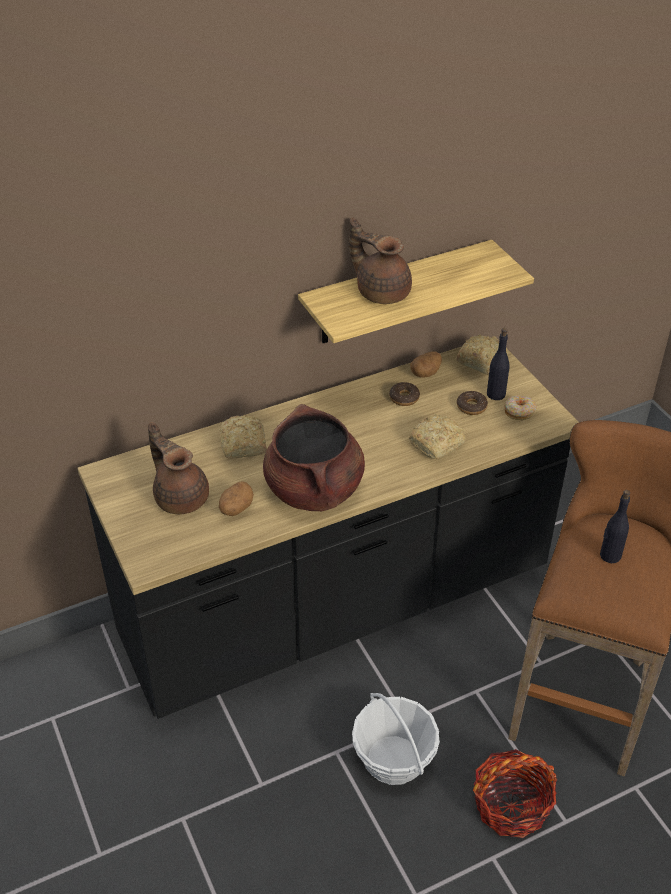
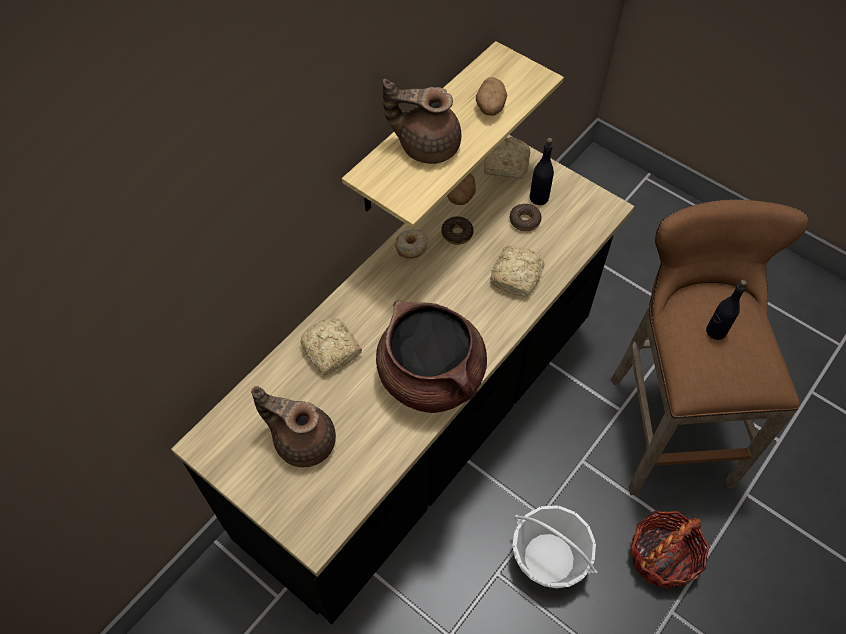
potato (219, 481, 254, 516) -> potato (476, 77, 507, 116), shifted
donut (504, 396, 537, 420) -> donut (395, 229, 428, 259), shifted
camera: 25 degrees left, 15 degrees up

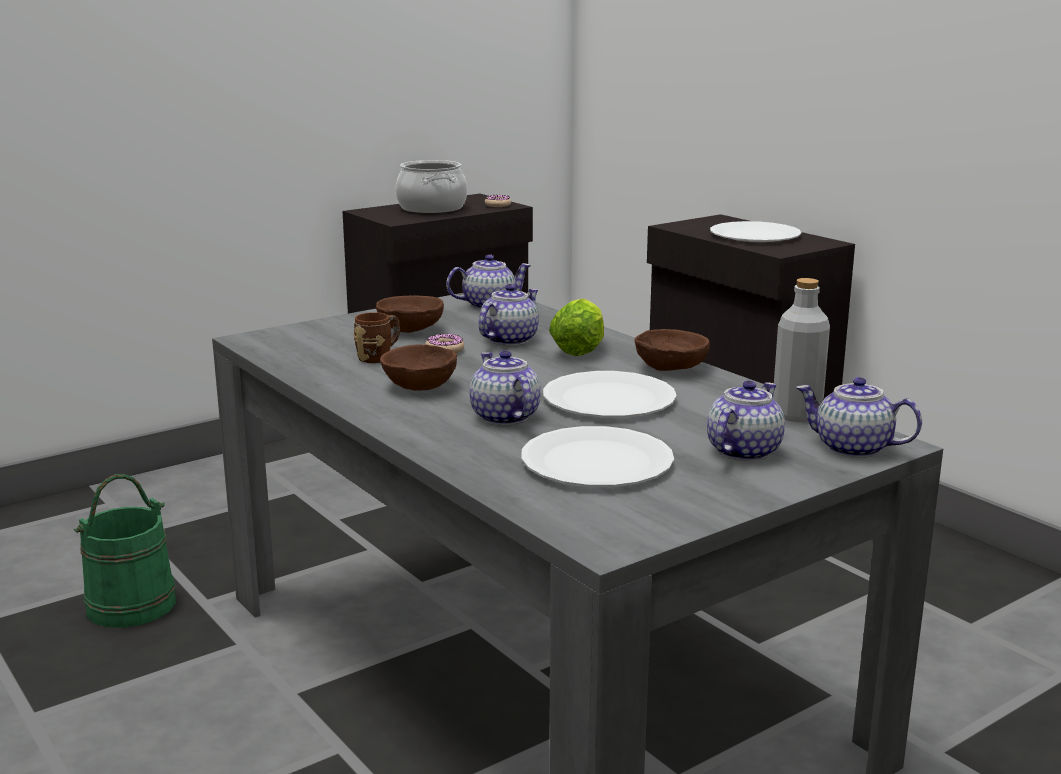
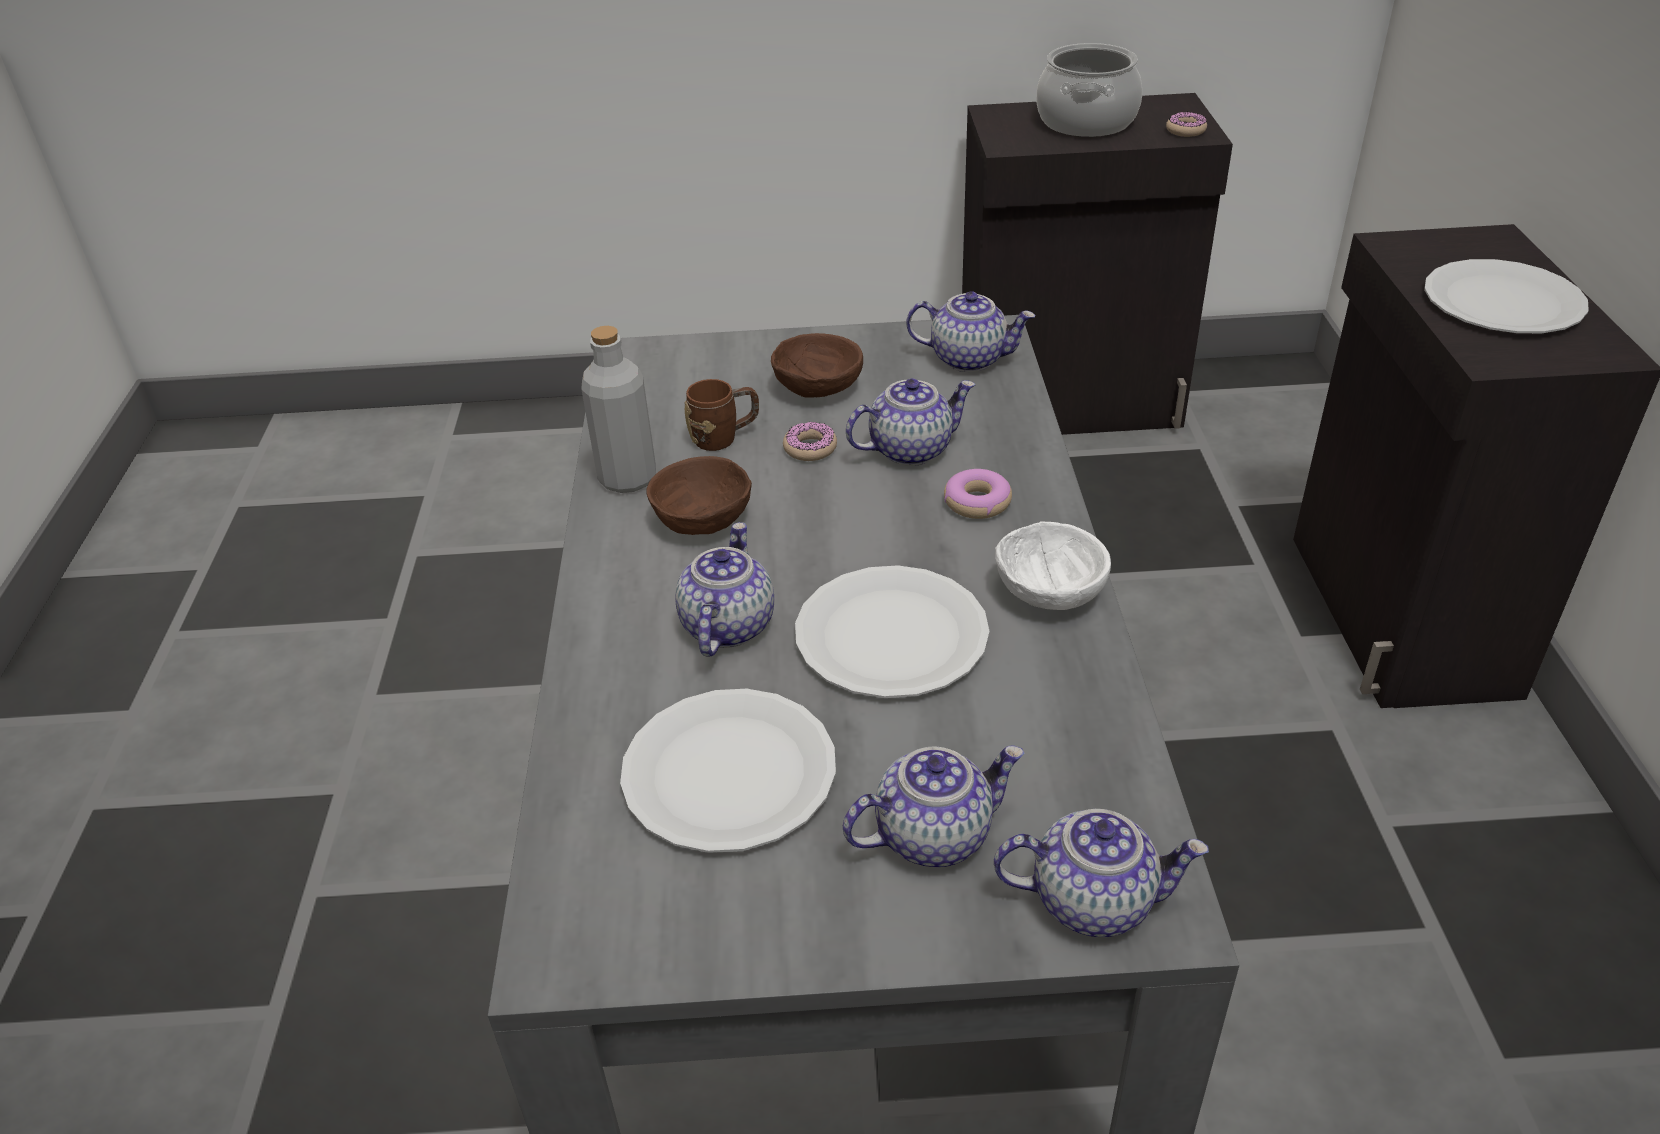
green_bucket (74, 474, 176, 628) -> none
lettuce (549, 299, 604, 356) -> donut (944, 469, 1012, 519)
brown_bowl (635, 329, 710, 371) -> white_bowl (995, 522, 1111, 610)
grey_bottle (773, 278, 830, 422) -> grey_bottle (581, 326, 656, 493), shifted
teapot (796, 377, 922, 458) -> teapot (994, 809, 1209, 937), 120 degrees clockwise
camera: 35 degrees right, 20 degrees up

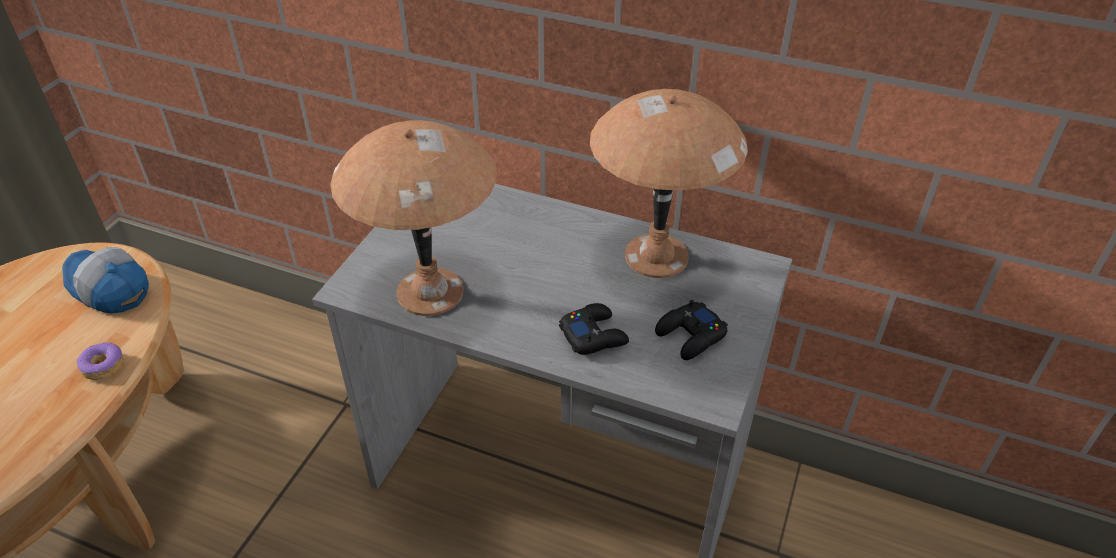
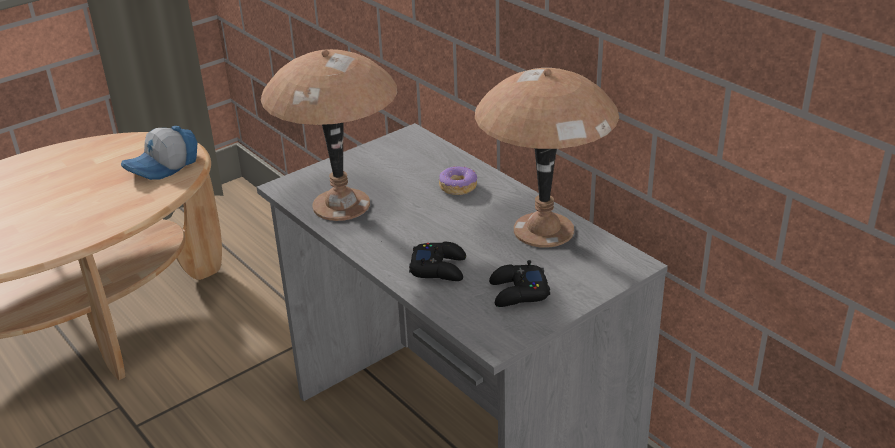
cap (62, 247, 149, 314) -> cap (121, 126, 198, 180), 105 degrees counterclockwise
donut (77, 342, 124, 380) -> donut (439, 166, 477, 195), shifted
camera: 30 degrees right, 10 degrees down

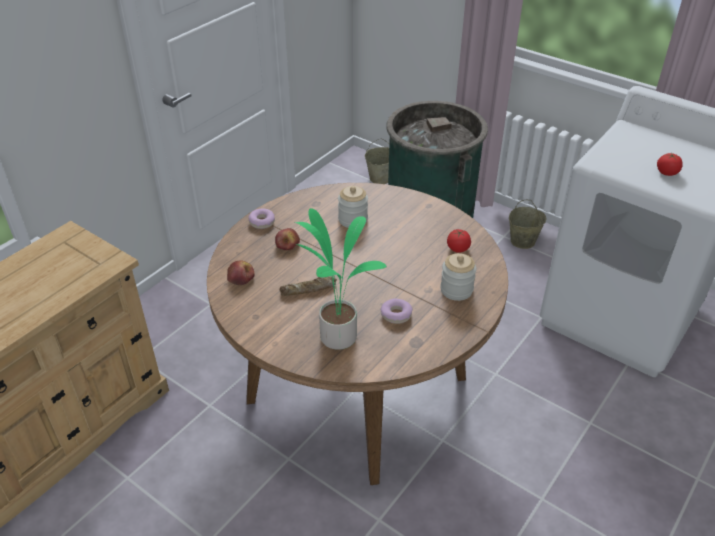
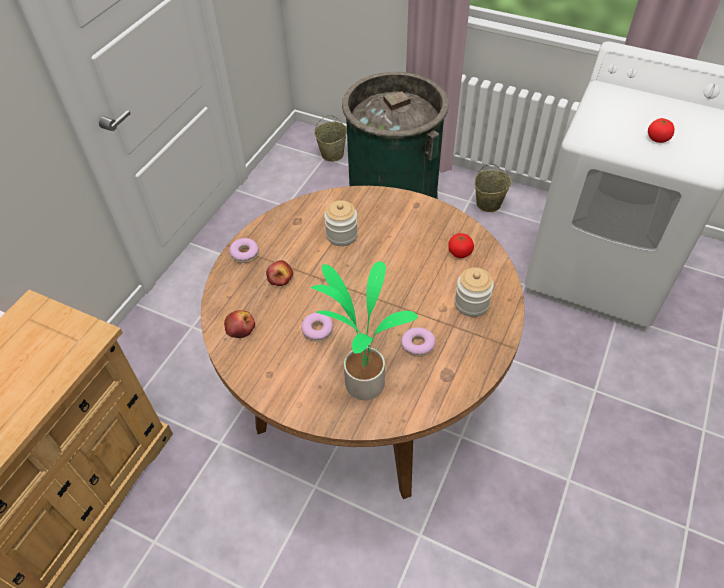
bread (279, 276, 337, 296) -> donut (301, 313, 333, 342)
camera: 10 degrees left, 10 degrees up

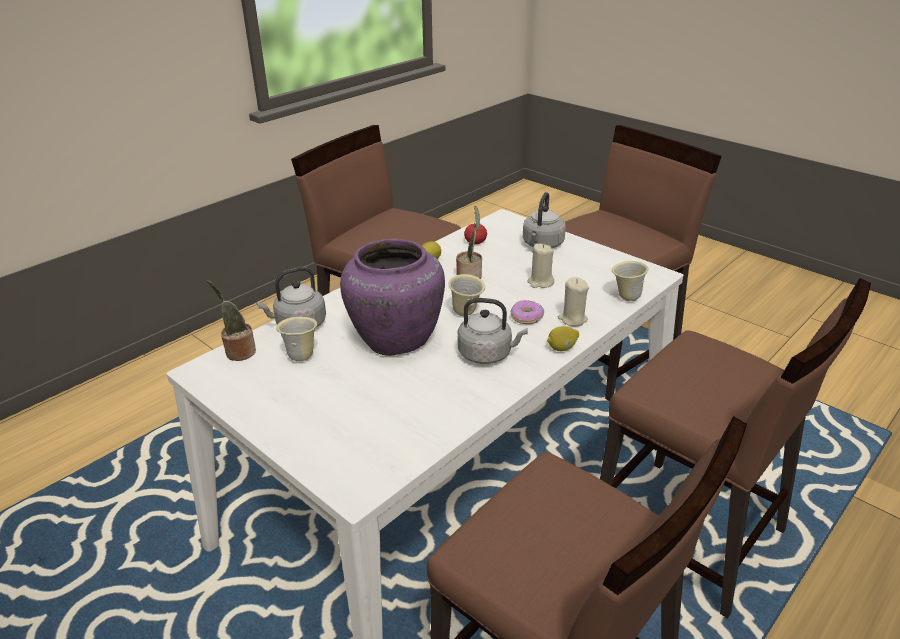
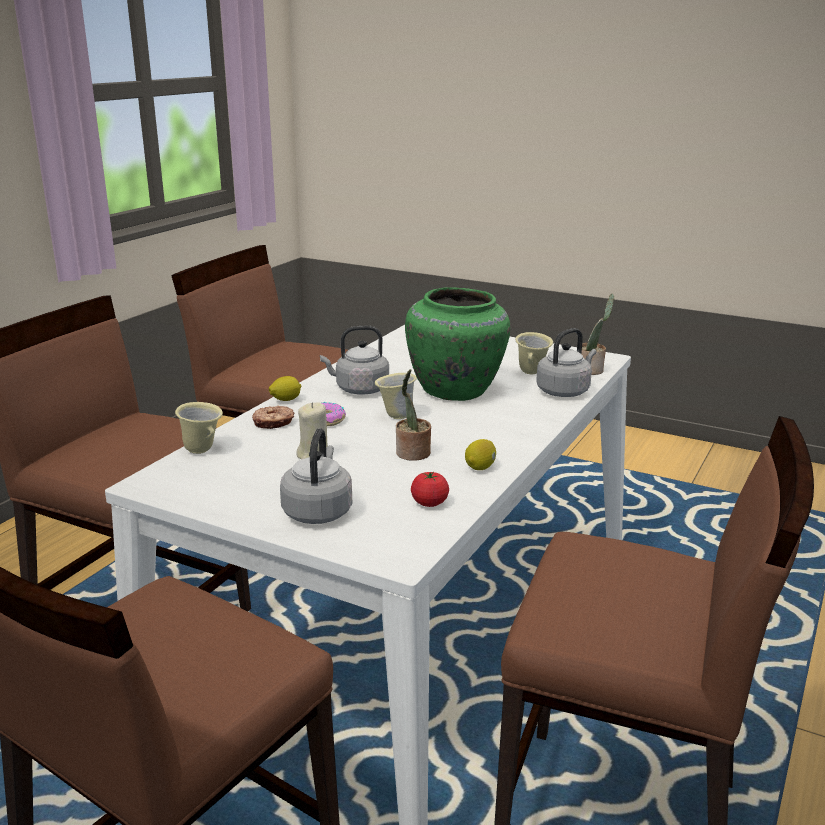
purple_vase (340, 238, 445, 356) -> green_vase (405, 288, 510, 401)
beige_candle (558, 277, 589, 327) -> donut (252, 405, 294, 429)
camera: 165 degrees right, 10 degrees down

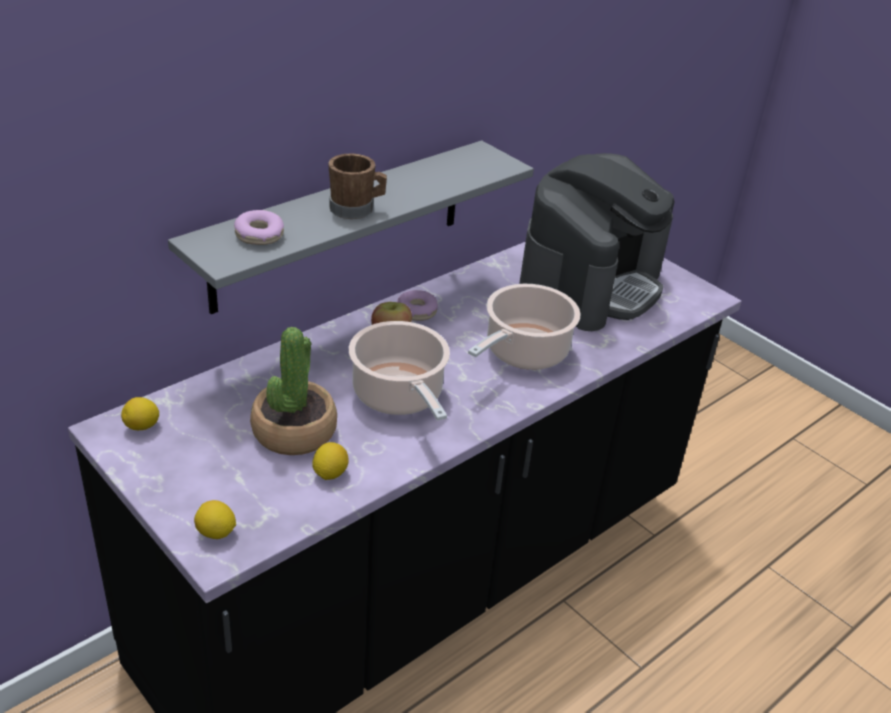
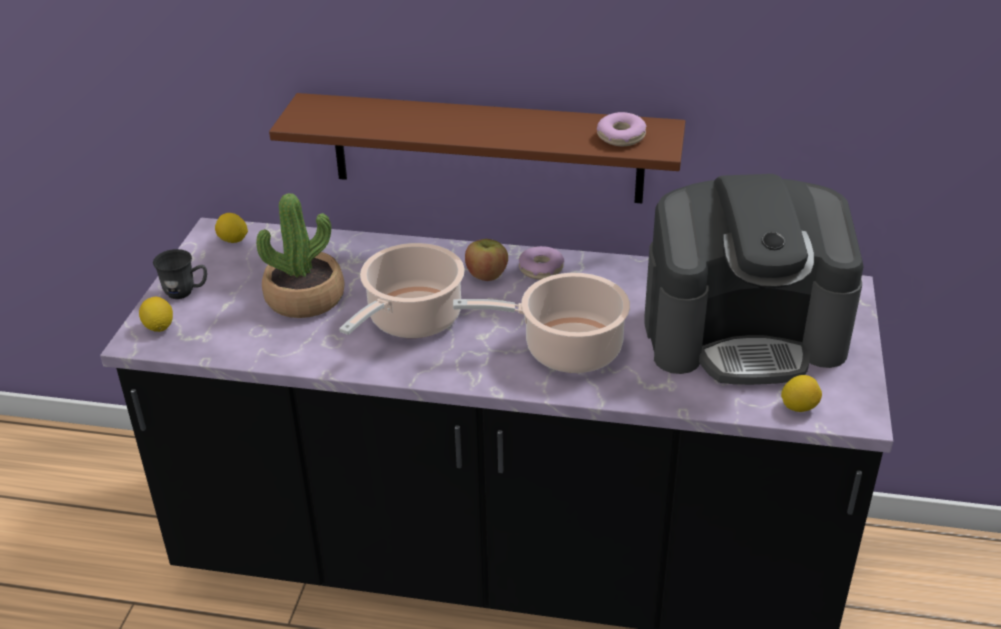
grey_shelf (168, 141, 534, 314) -> brown_shelf (269, 93, 685, 203)
donut (234, 210, 284, 245) -> donut (597, 112, 646, 146), shifted
lemon (312, 442, 349, 480) -> lemon (781, 375, 822, 412), shifted
brown_mug (328, 153, 387, 219) -> none
none -> grey_mug (153, 249, 207, 299)
camera: 55 degrees right, 0 degrees up

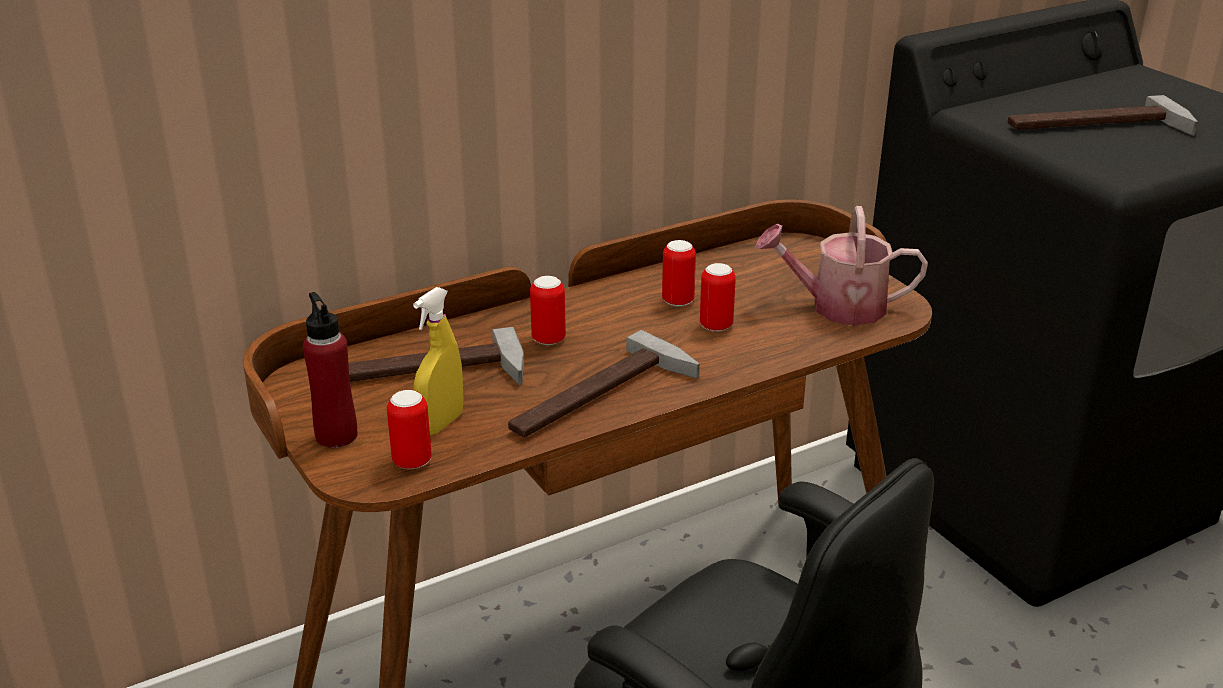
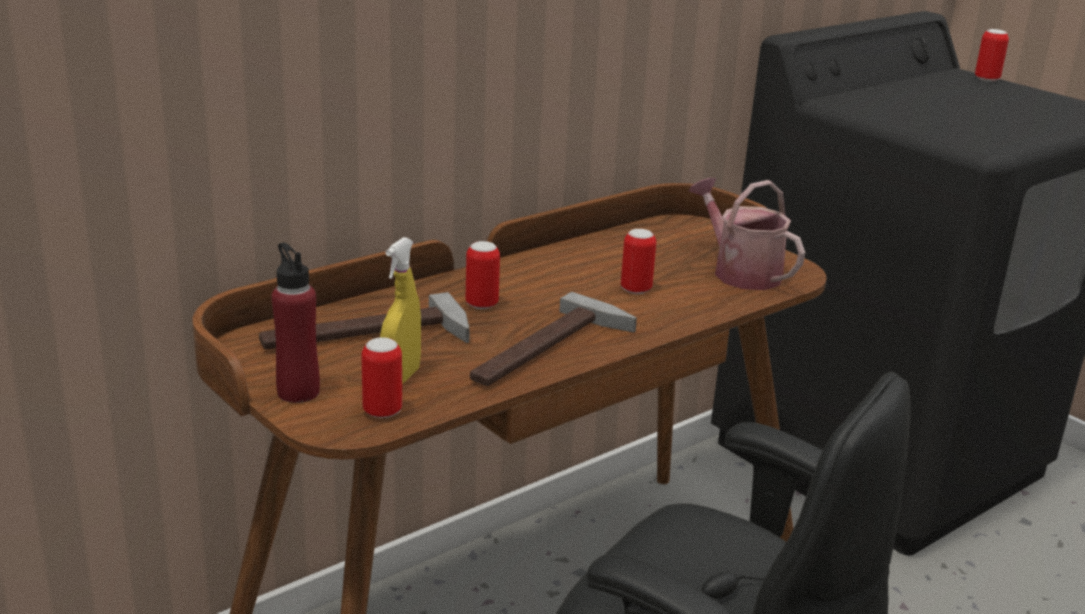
can (662, 240, 696, 307) -> can (975, 29, 1009, 82), shifted
watering_can (755, 206, 928, 325) -> watering_can (689, 178, 806, 290), 60 degrees clockwise
hammer (1008, 95, 1198, 136) -> none
camera: 10 degrees left, 5 degrees down

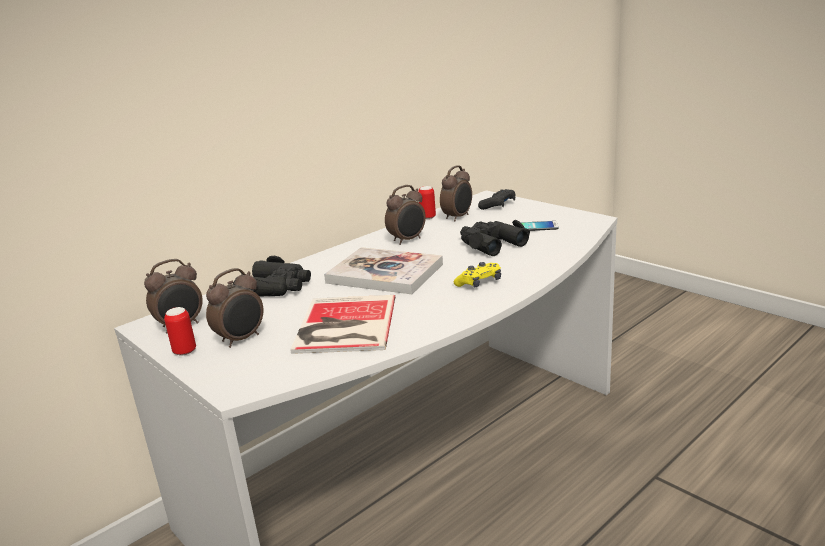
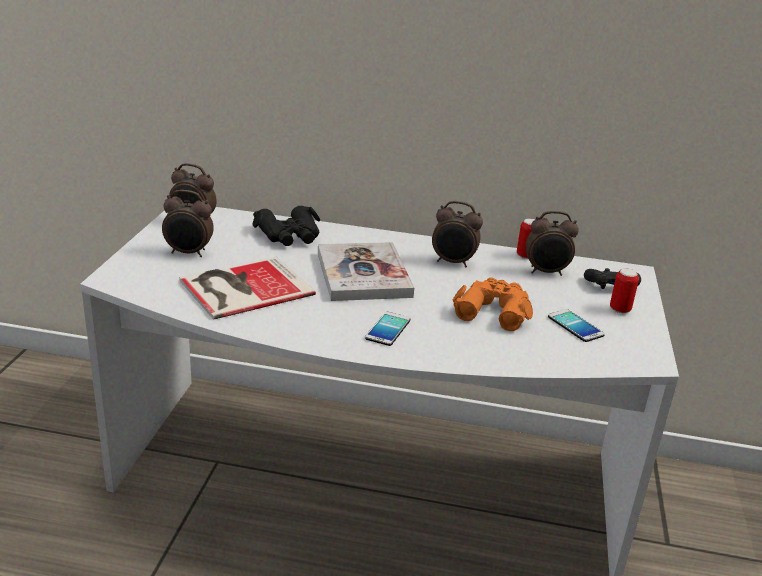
can (164, 307, 196, 356) -> can (610, 269, 639, 313), shifted
yellow_game_controller (454, 262, 501, 287) -> phone (365, 312, 410, 346)
black_binoculars (460, 220, 530, 256) -> orange_binoculars (452, 278, 533, 331)
camera: 50 degrees right, 5 degrees up

